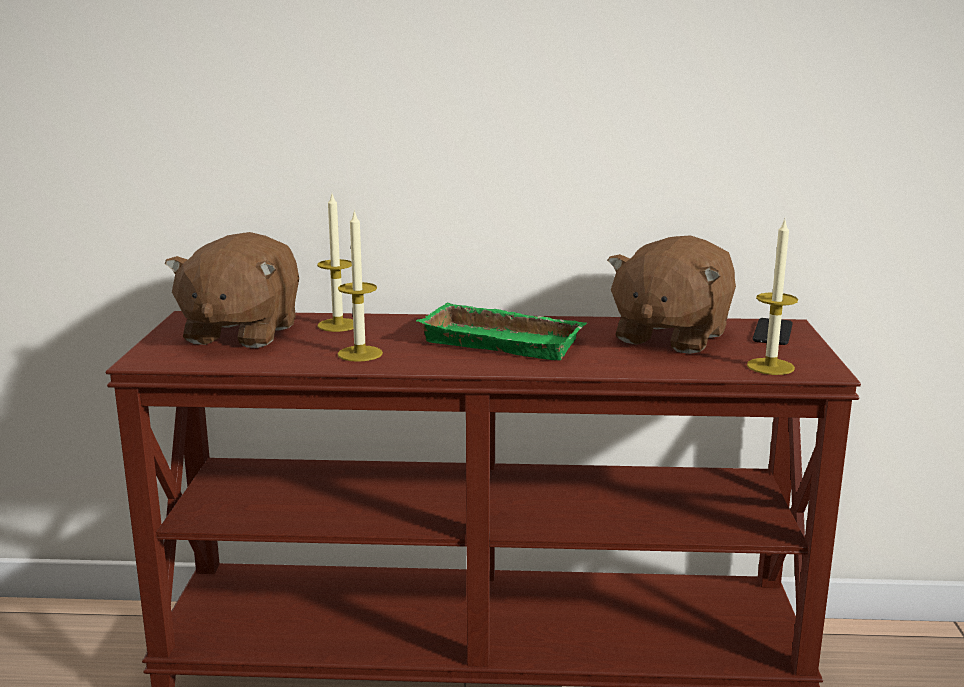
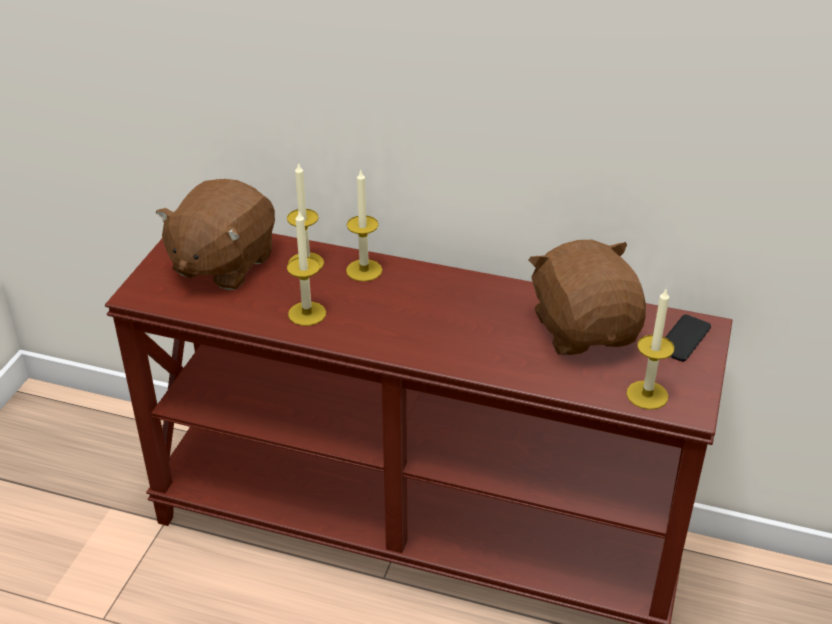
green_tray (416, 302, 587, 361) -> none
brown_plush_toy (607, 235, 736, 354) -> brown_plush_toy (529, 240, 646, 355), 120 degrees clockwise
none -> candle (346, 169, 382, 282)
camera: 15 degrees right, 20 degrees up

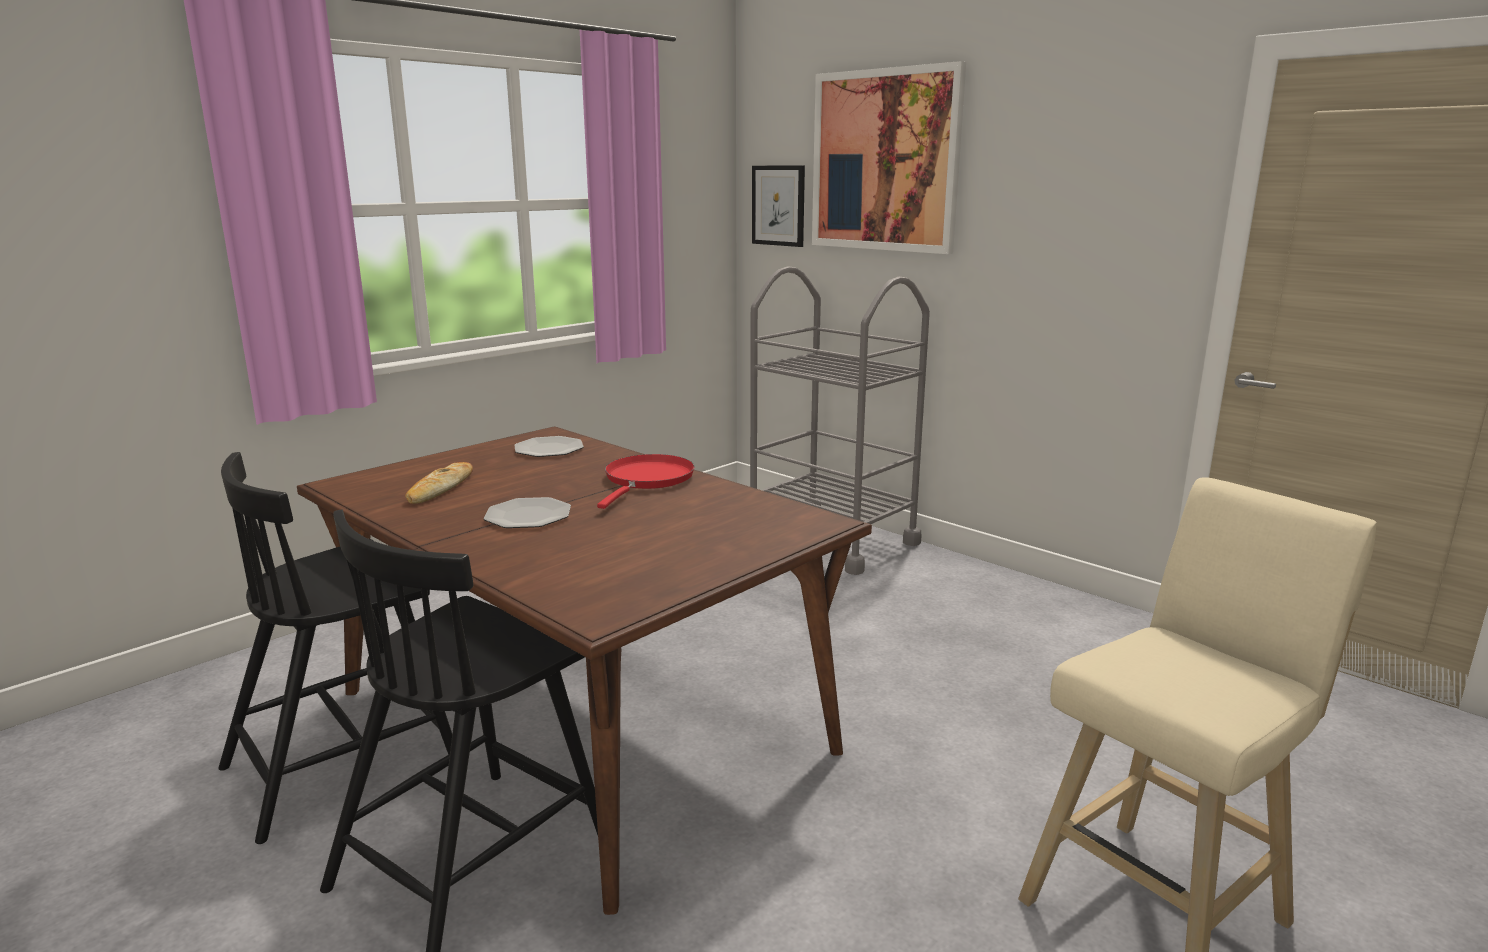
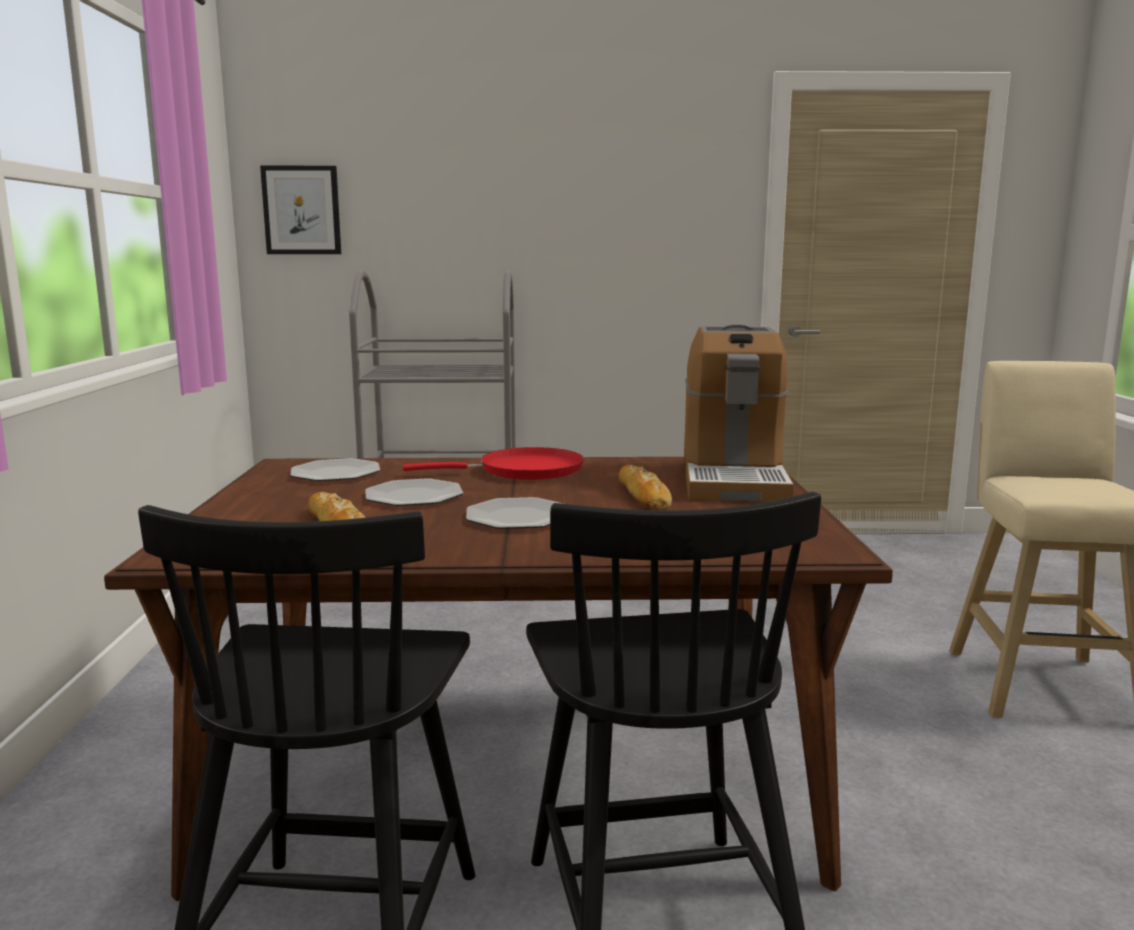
red_frying_pan (597, 454, 695, 509) -> red_frying_pan (403, 447, 584, 480), 105 degrees clockwise
picture (812, 61, 966, 254) -> none
none -> plate (365, 478, 463, 506)
none -> bread (618, 465, 672, 509)
none -> coffee_machine (684, 324, 794, 503)
camera: 45 degrees left, 5 degrees down

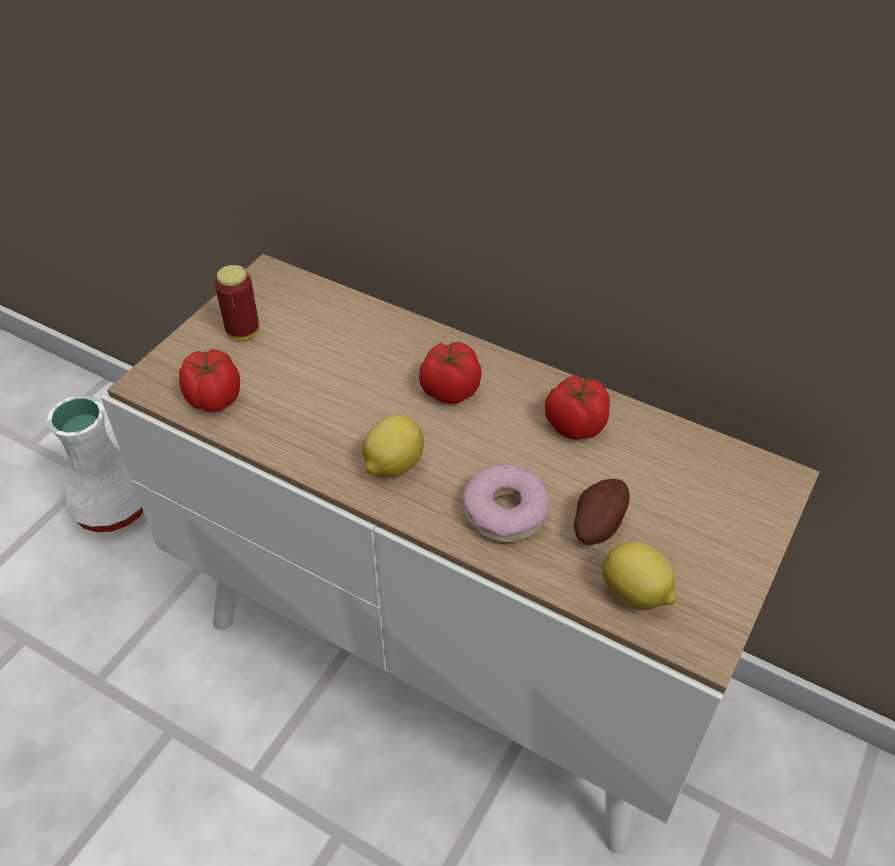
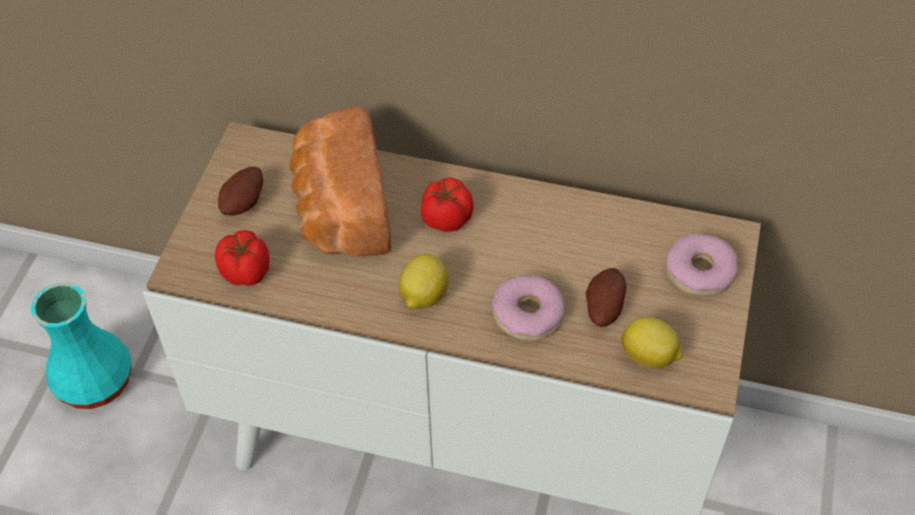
white_vase (47, 395, 143, 532) -> turquoise_vase (31, 282, 132, 409)
can (215, 265, 260, 340) -> potato (218, 167, 263, 216)
tomato (545, 375, 610, 440) -> none
none -> bread (289, 106, 391, 257)
none -> donut (666, 233, 738, 297)
camera: 15 degrees left, 5 degrees up

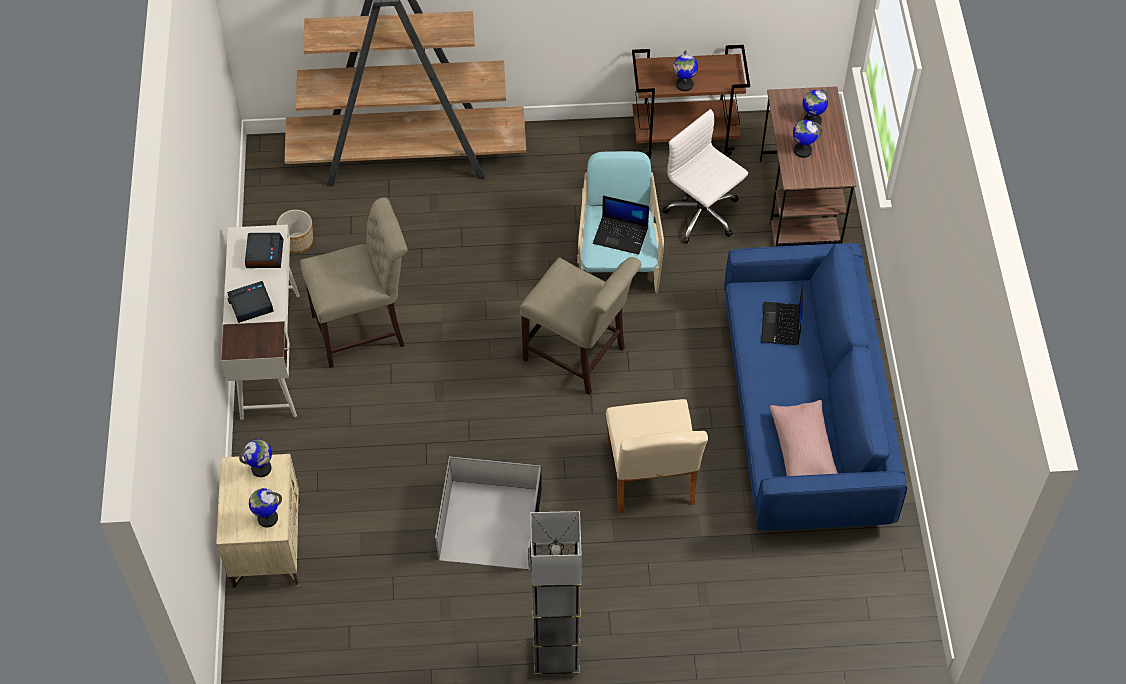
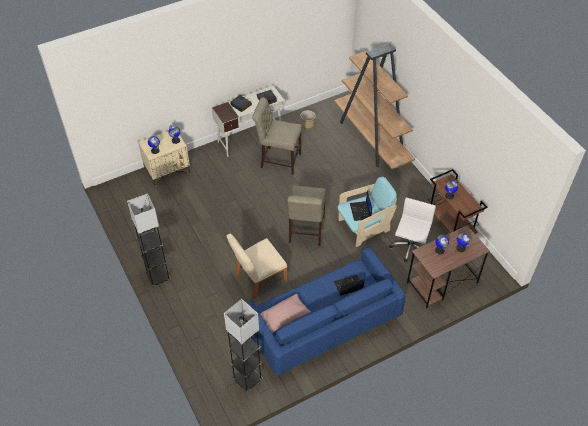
beige_chair (300, 197, 408, 368) -> beige_chair (252, 97, 302, 175), 150 degrees clockwise
black_storage_box (435, 456, 542, 570) -> none
none -> grey_floor_lamp (224, 299, 263, 392)
camera: 65 degrees right, 5 degrees down

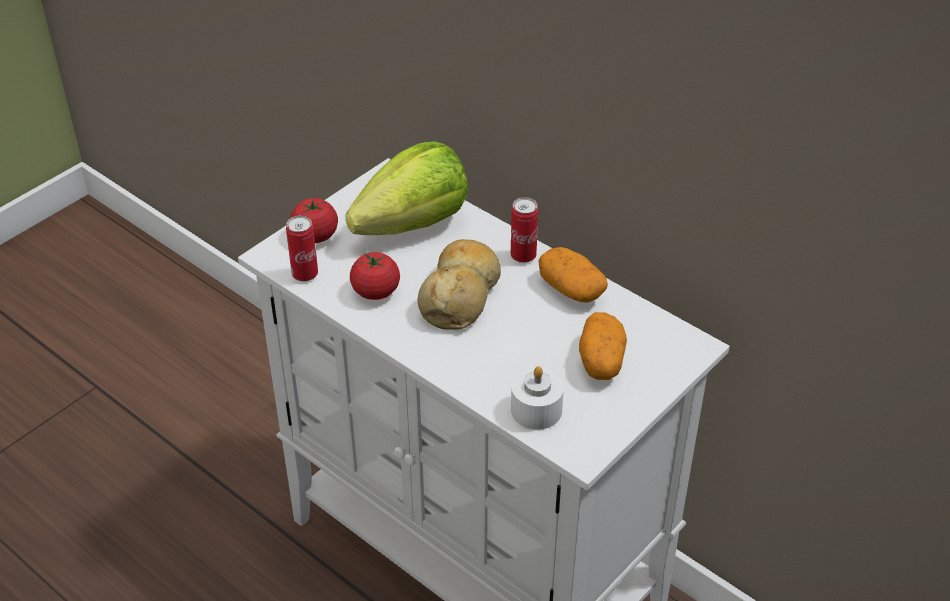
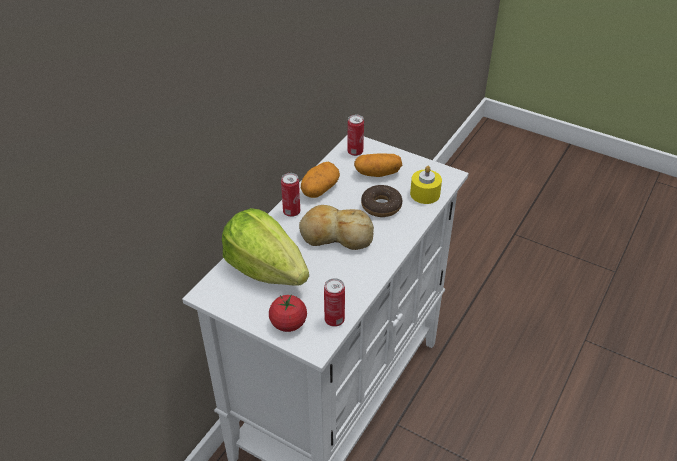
tomato (350, 252, 400, 300) -> none
white_candle (511, 366, 564, 430) -> yellow_candle (410, 166, 442, 204)
none -> can (347, 115, 364, 156)
none -> donut (361, 185, 402, 217)
camera: 100 degrees left, 0 degrees up

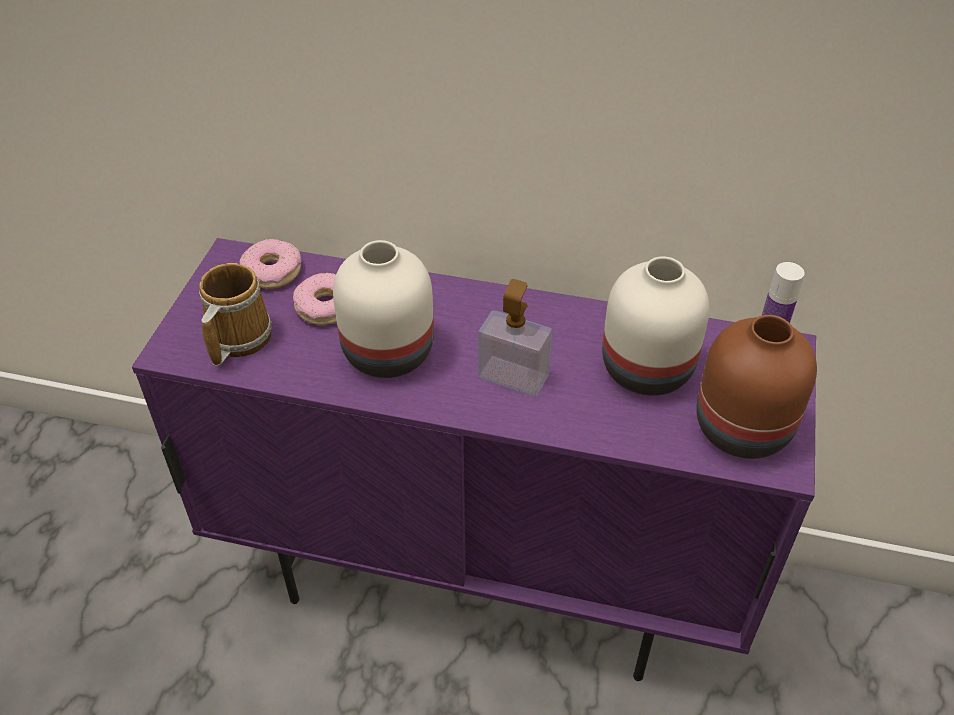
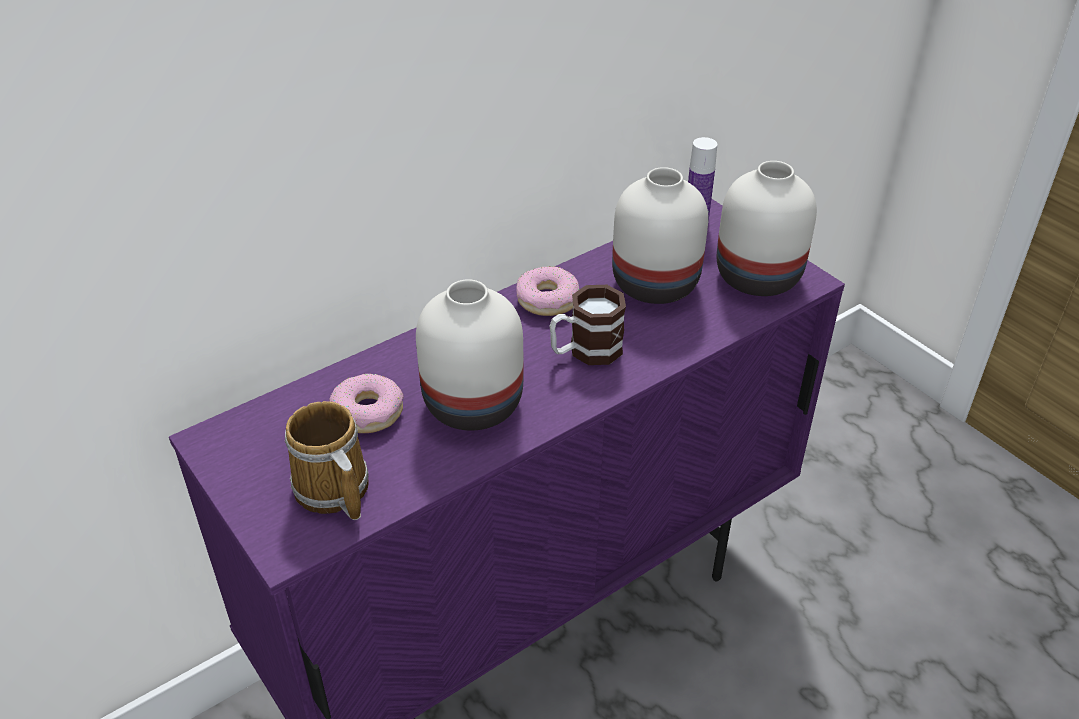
donut (240, 239, 301, 289) -> donut (516, 266, 579, 316), shifted
soap_dispenser (478, 279, 552, 397) -> mug (550, 285, 626, 365)
brown_vase (696, 315, 817, 459) -> white_vase (717, 161, 817, 296)
camera: 50 degrees left, 5 degrees down

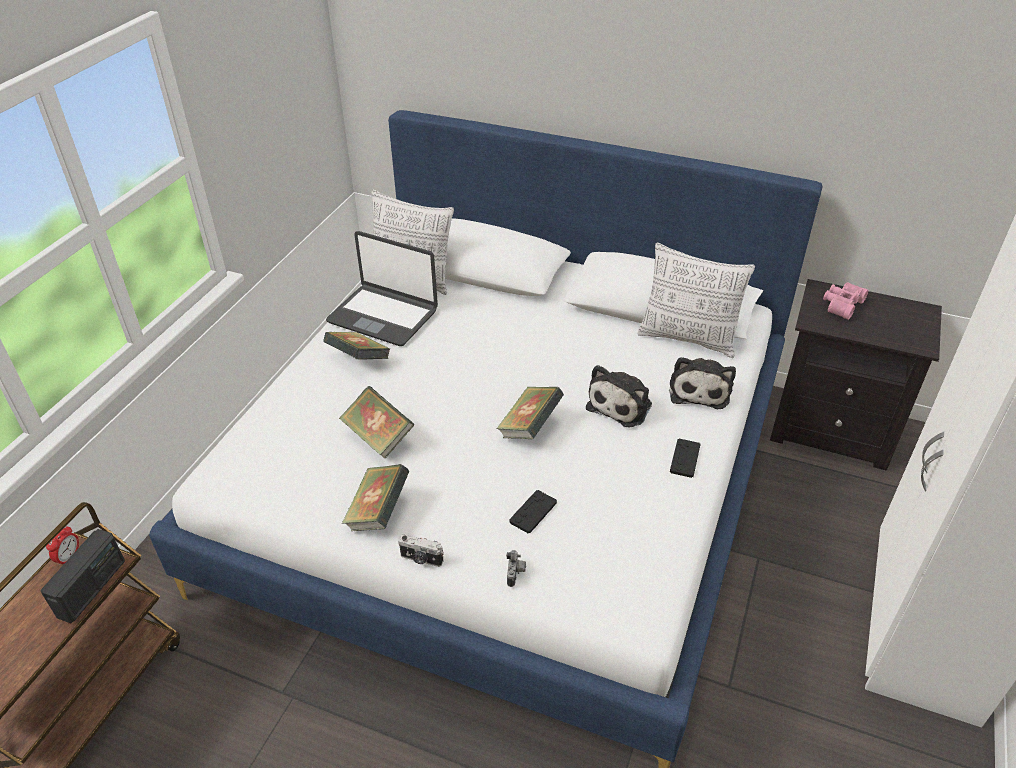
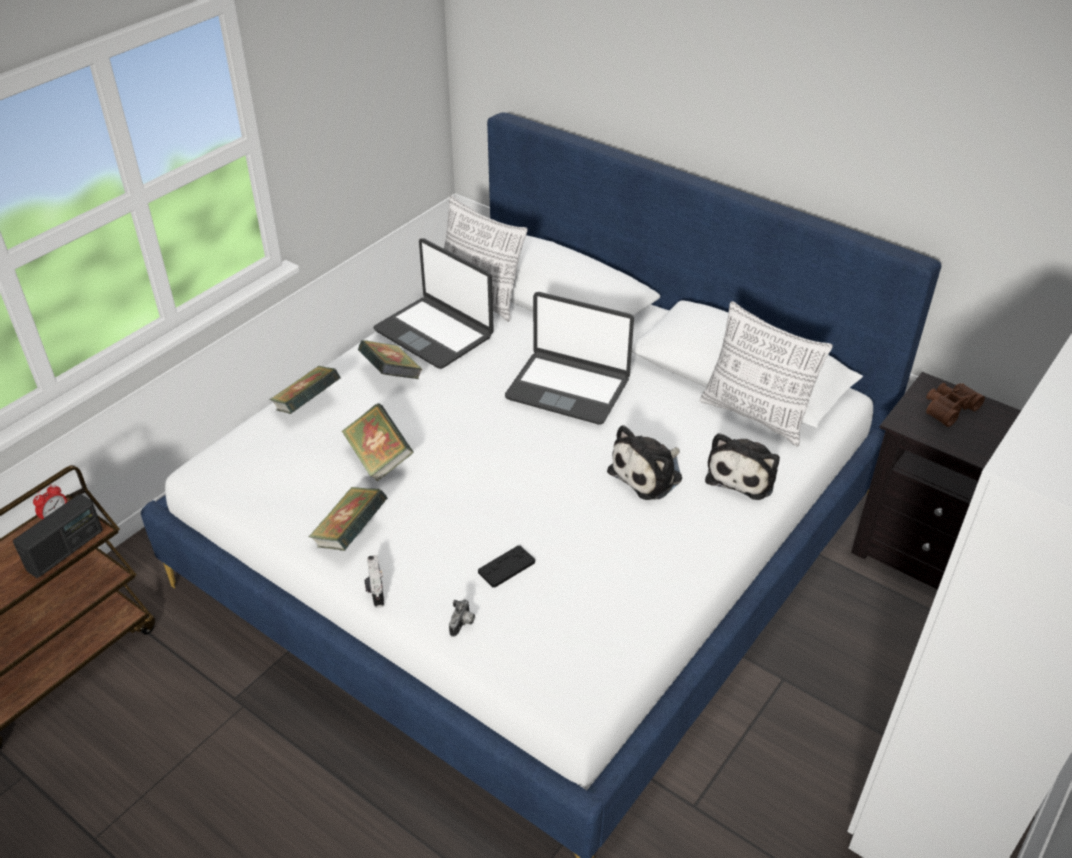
photo_camera (398, 534, 444, 567) -> photo_camera (365, 555, 384, 608), 45 degrees clockwise
book (496, 387, 564, 439) -> book (269, 366, 341, 414), shifted
black_game_controller (670, 439, 701, 478) -> none
pink_binoculars (823, 282, 868, 320) -> brown_binoculars (926, 383, 985, 427)
none -> laptop (505, 292, 634, 425)
camera: 15 degrees right, 0 degrees up

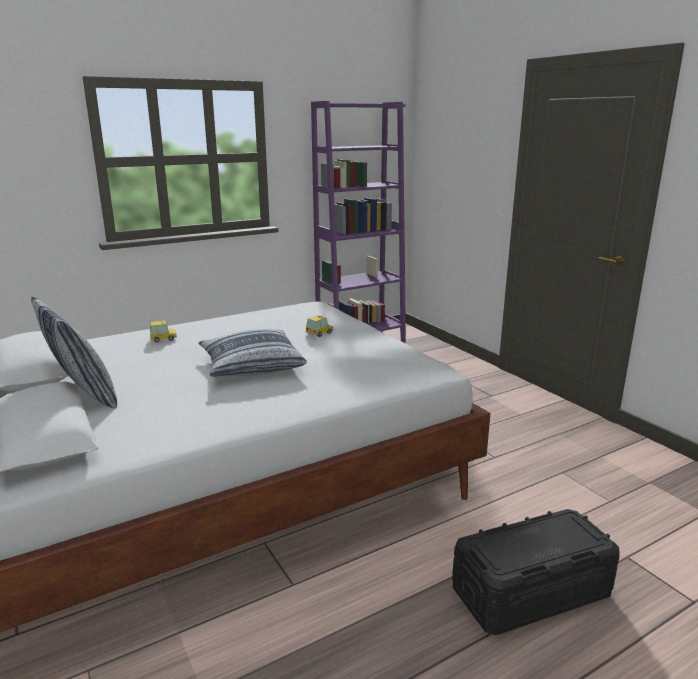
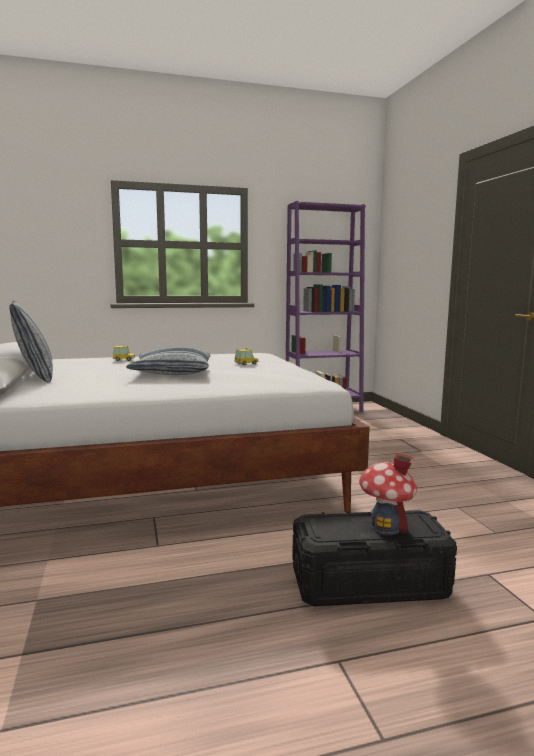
none -> toy_house (359, 453, 417, 535)
camera: 15 degrees right, 10 degrees down

